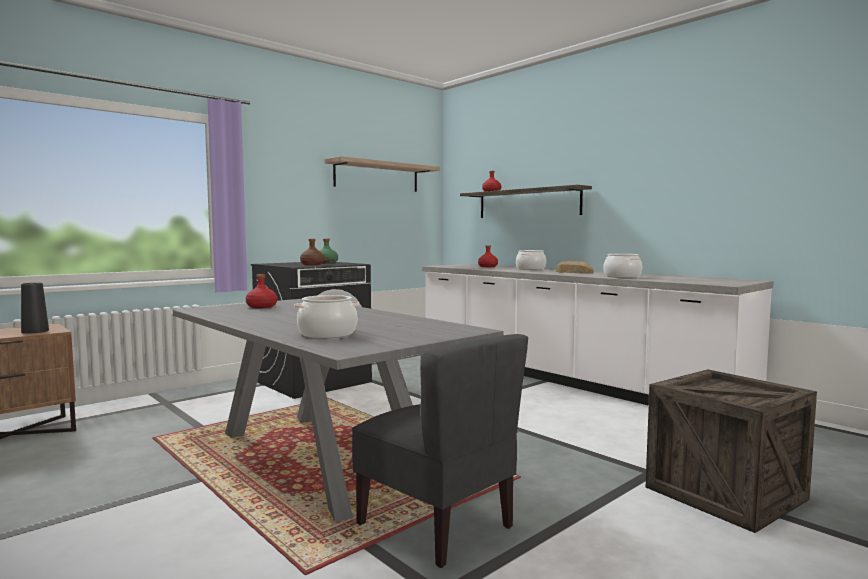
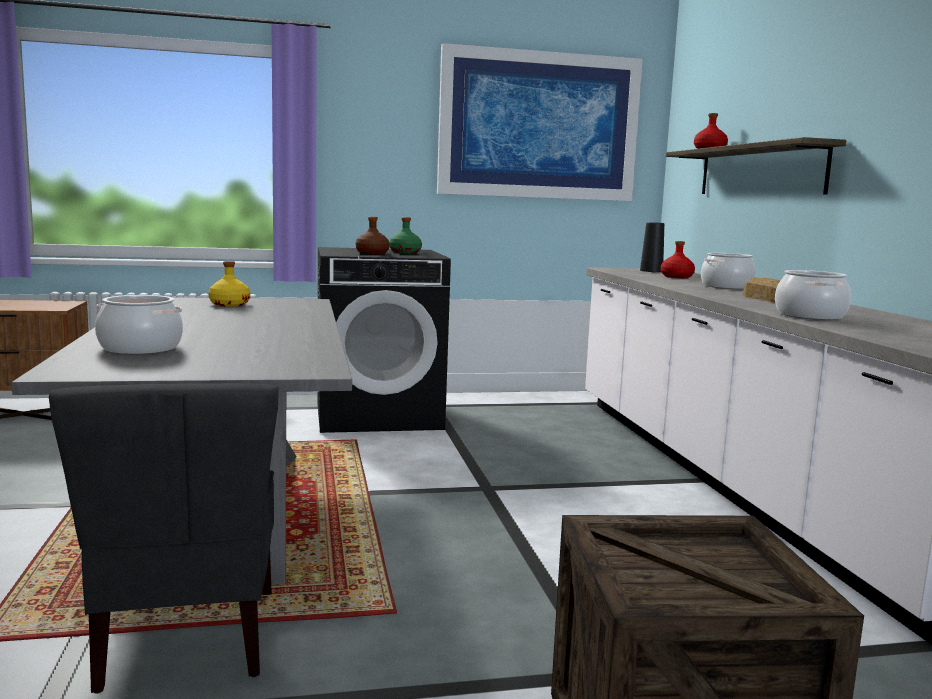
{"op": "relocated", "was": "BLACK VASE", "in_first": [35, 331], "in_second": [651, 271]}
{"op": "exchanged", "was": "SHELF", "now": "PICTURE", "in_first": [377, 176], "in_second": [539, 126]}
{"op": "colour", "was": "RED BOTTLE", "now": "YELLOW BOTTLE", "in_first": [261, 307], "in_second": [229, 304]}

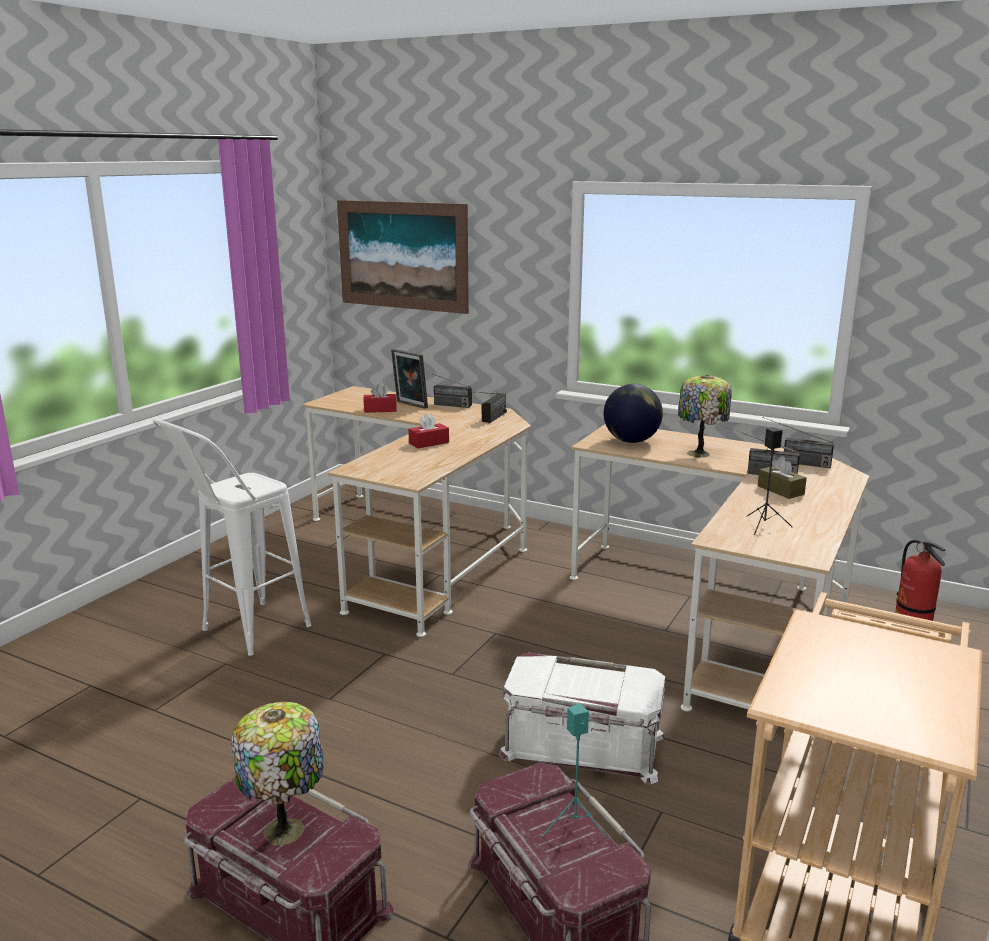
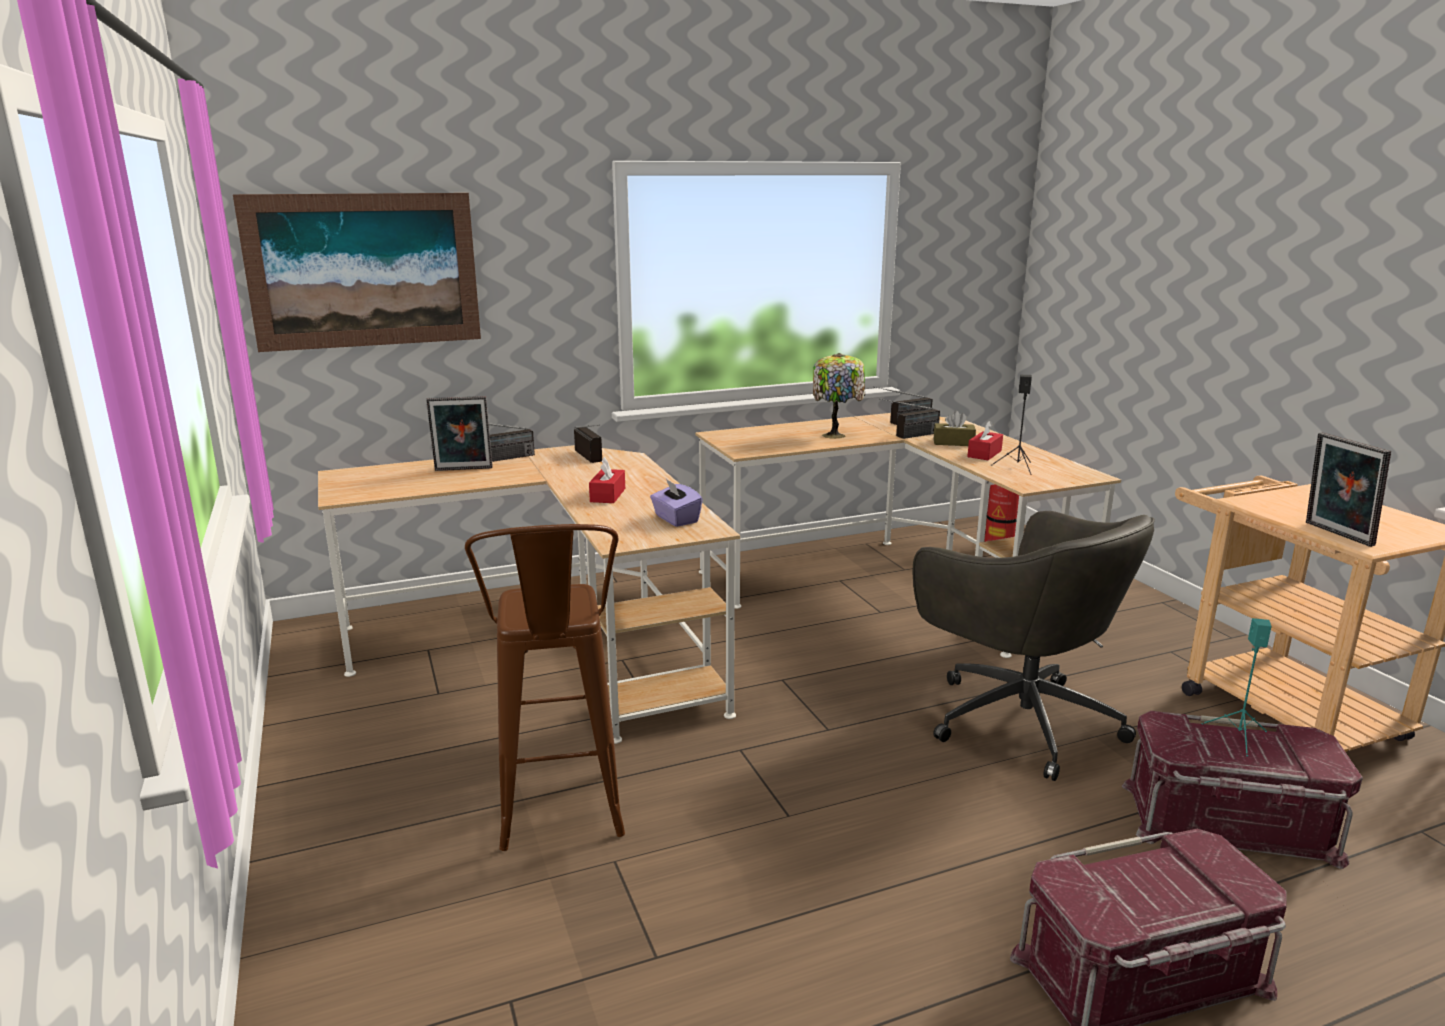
{"op": "missing", "was": "TABLE LAMP", "in_first": [286, 828]}
{"op": "missing", "was": "GLOBE", "in_first": [631, 441]}
{"op": "appeared", "now": "PURPLE TISSUE BOX", "in_second": [676, 519]}
{"op": "appeared", "now": "PICTURE FRAME", "in_second": [1335, 534]}
{"op": "relocated", "was": "RED TISSUE BOX", "in_first": [380, 410], "in_second": [984, 454]}
{"op": "exchanged", "was": "WHITE STORAGE BOX", "now": "GREY OFFICE CHAIR", "in_first": [582, 747], "in_second": [1018, 719]}
{"op": "colour", "was": "WHITE STOOL", "now": "BROWN STOOL", "in_first": [243, 634], "in_second": [562, 824]}

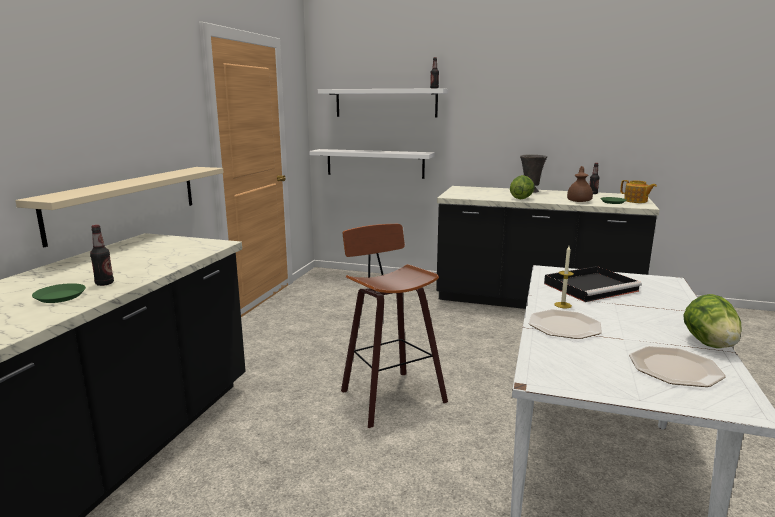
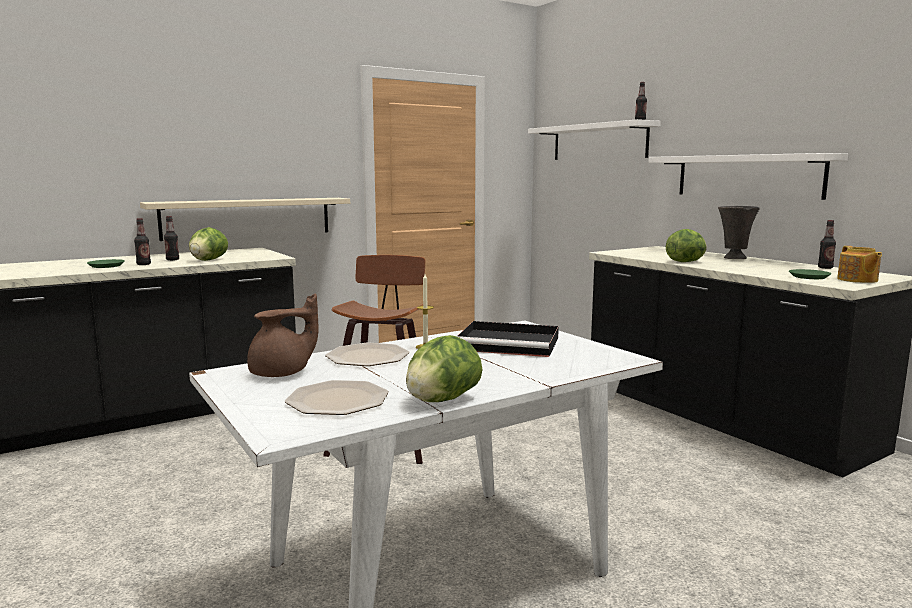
{"op": "appeared", "now": "BOTTLE", "in_second": [172, 260]}
{"op": "appeared", "now": "LETTUCE", "in_second": [208, 260]}
{"op": "relocated", "was": "WHITE SHELF", "in_first": [375, 163], "in_second": [747, 176]}
{"op": "relocated", "was": "BROWN TEAPOT", "in_first": [579, 201], "in_second": [282, 373]}

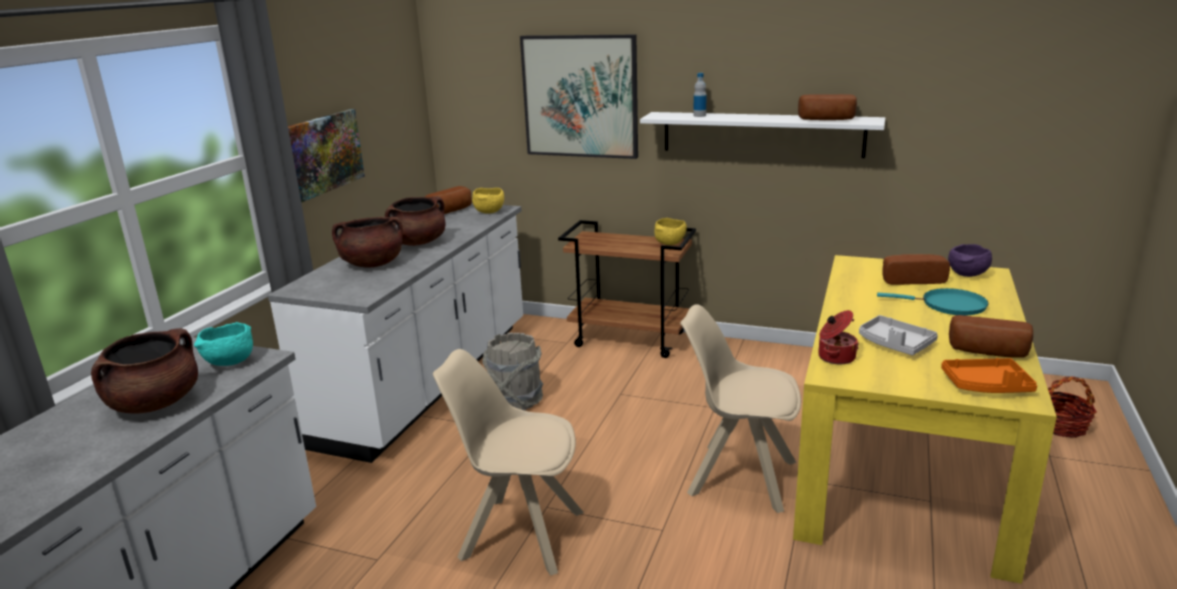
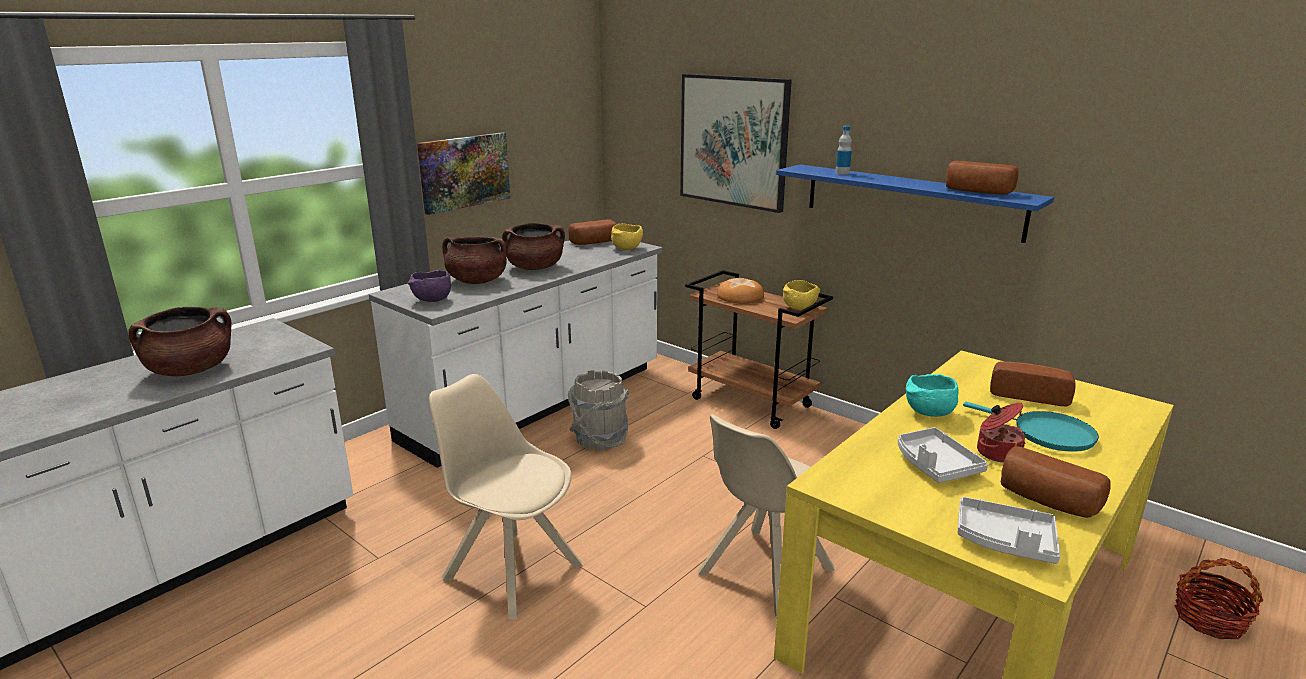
{"op": "appeared", "now": "BREAD", "in_second": [740, 296]}
{"op": "relocated", "was": "TURQUOISE BOWL", "in_first": [229, 363], "in_second": [928, 413]}
{"op": "relocated", "was": "COOKING POT", "in_first": [835, 357], "in_second": [997, 452]}
{"op": "relocated", "was": "PURPLE BOWL", "in_first": [967, 275], "in_second": [432, 300]}
{"op": "colour", "was": "WHITE SHELF", "now": "BLUE SHELF", "in_first": [761, 134], "in_second": [911, 201]}
{"op": "colour", "was": "ORANGE TRAY", "now": "GREY TRAY", "in_first": [986, 386], "in_second": [1005, 541]}
{"op": "spun", "was": "BEIGE CHAIR", "in_first": [739, 477], "in_second": [763, 573], "clockwise": -90}

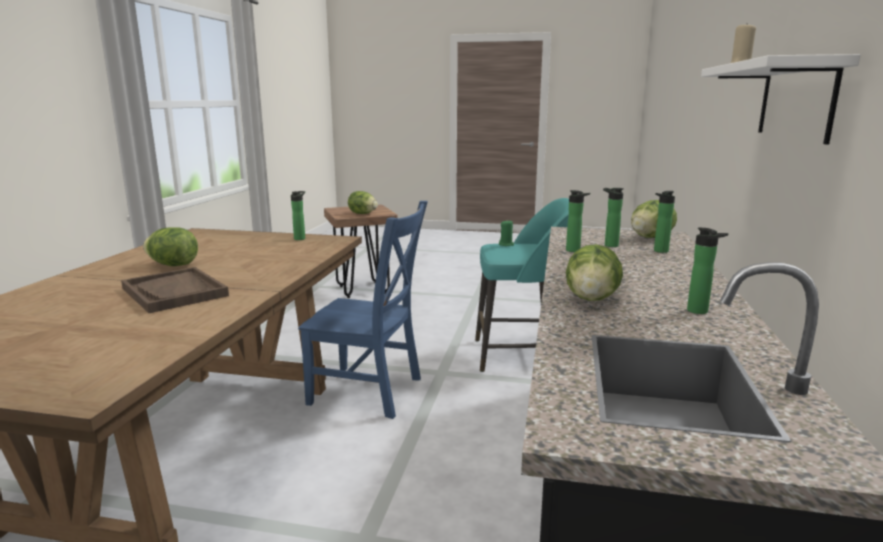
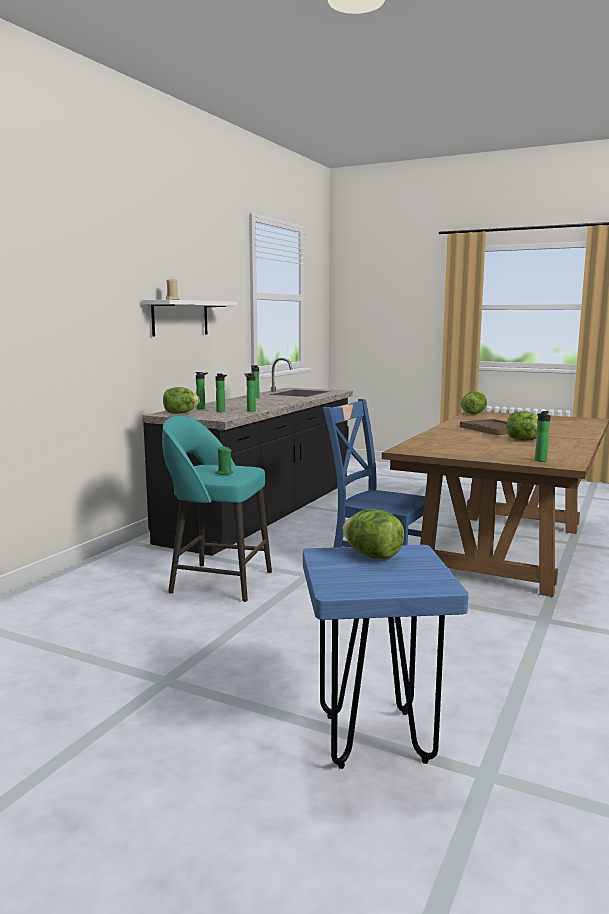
{"op": "relocated", "was": "BOTTLE", "in_first": [300, 238], "in_second": [540, 461]}
{"op": "relocated", "was": "LETTUCE", "in_first": [591, 299], "in_second": [474, 414]}
{"op": "colour", "was": "BROWN STOOL", "now": "BLUE STOOL", "in_first": [362, 290], "in_second": [374, 738]}

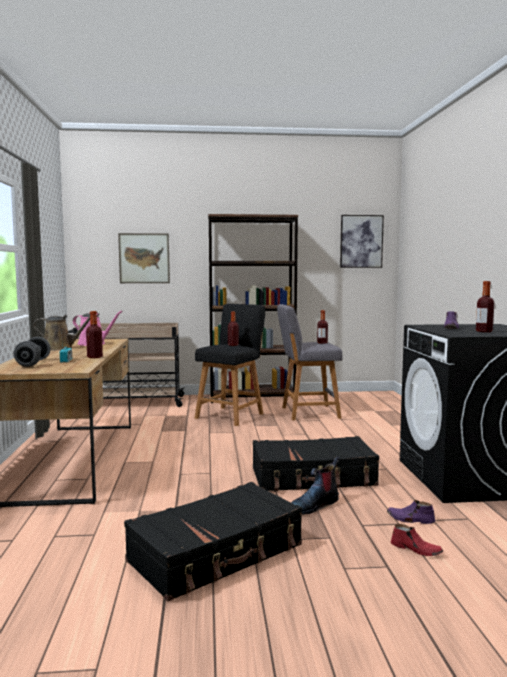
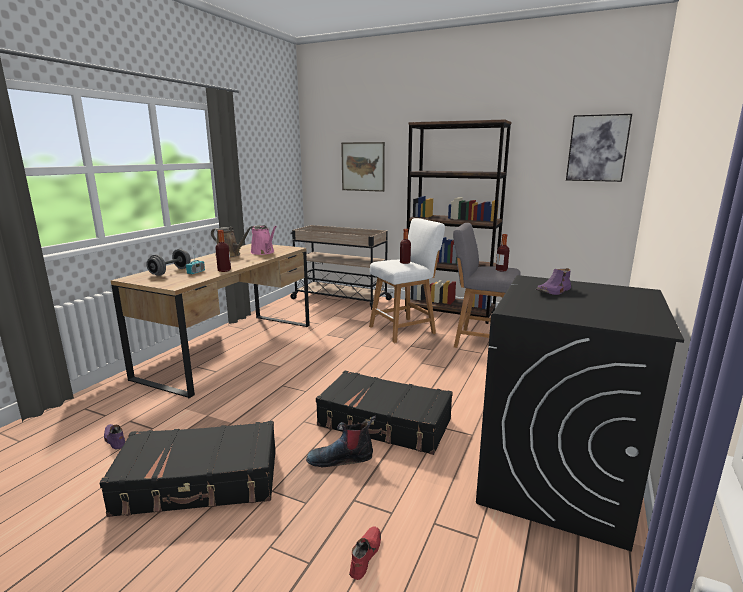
{"op": "missing", "was": "BOTTLE", "in_first": [484, 331]}
{"op": "relocated", "was": "PURPLE SHOE", "in_first": [410, 519], "in_second": [114, 440]}
{"op": "colour", "was": "BLACK STOOL", "now": "WHITE STOOL", "in_first": [231, 415], "in_second": [404, 329]}
{"op": "spun", "was": "RED SHOE", "in_first": [416, 549], "in_second": [364, 555], "clockwise": -135}

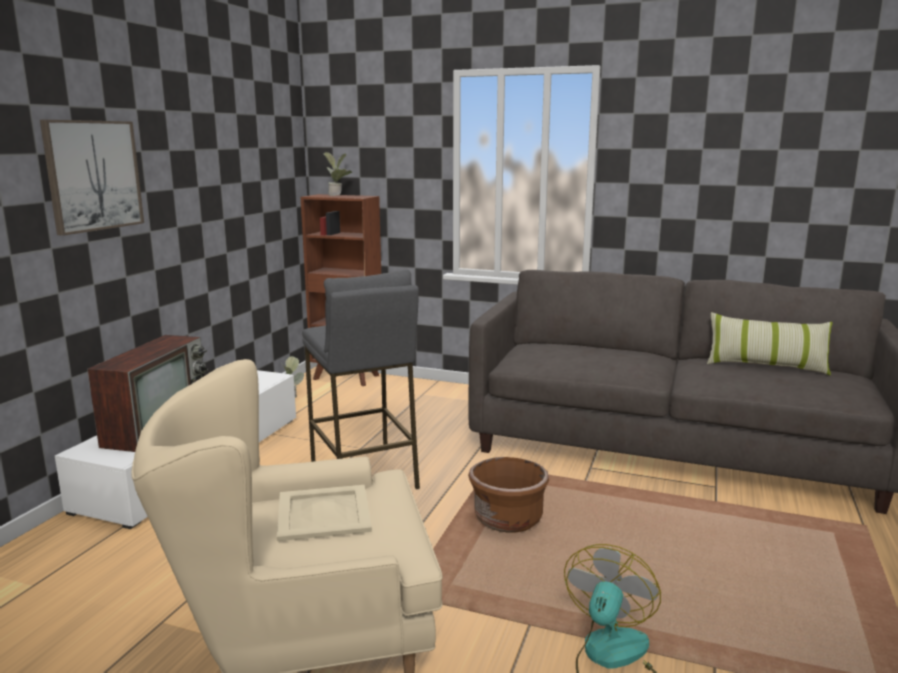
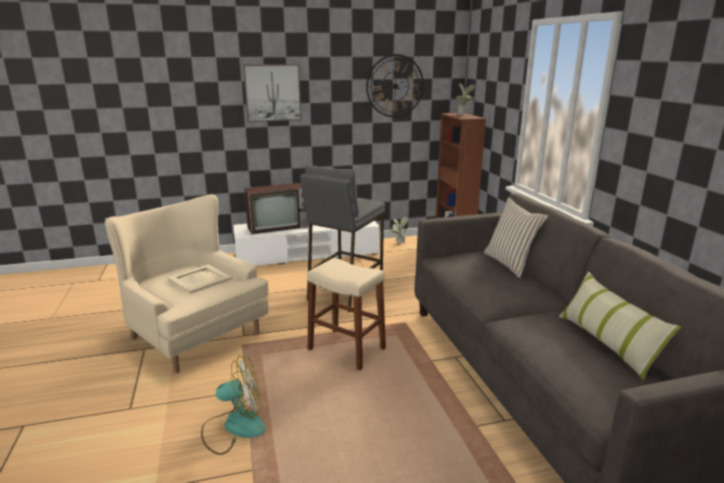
{"op": "appeared", "now": "WALL CLOCK", "in_second": [395, 86]}
{"op": "appeared", "now": "BEIGE PILLOW", "in_second": [510, 264]}
{"op": "exchanged", "was": "BROWN PLANTER", "now": "BEIGE STOOL", "in_first": [507, 519], "in_second": [346, 349]}

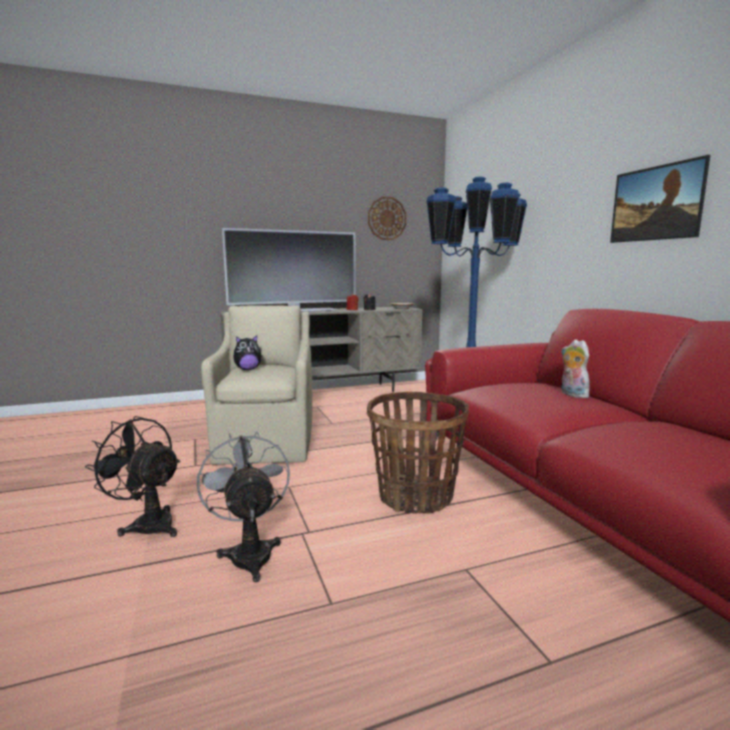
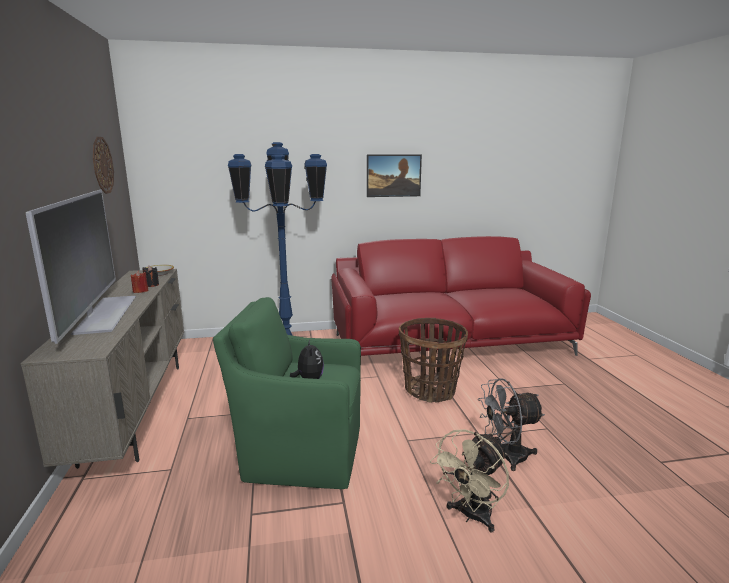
{"op": "missing", "was": "PLUSH TOY", "in_first": [572, 395]}
{"op": "colour", "was": "BLACK FAN", "now": "BEIGE FAN", "in_first": [147, 523], "in_second": [471, 516]}
{"op": "colour", "was": "BEIGE ARMCHAIR", "now": "GREEN ARMCHAIR", "in_first": [266, 444], "in_second": [300, 454]}

